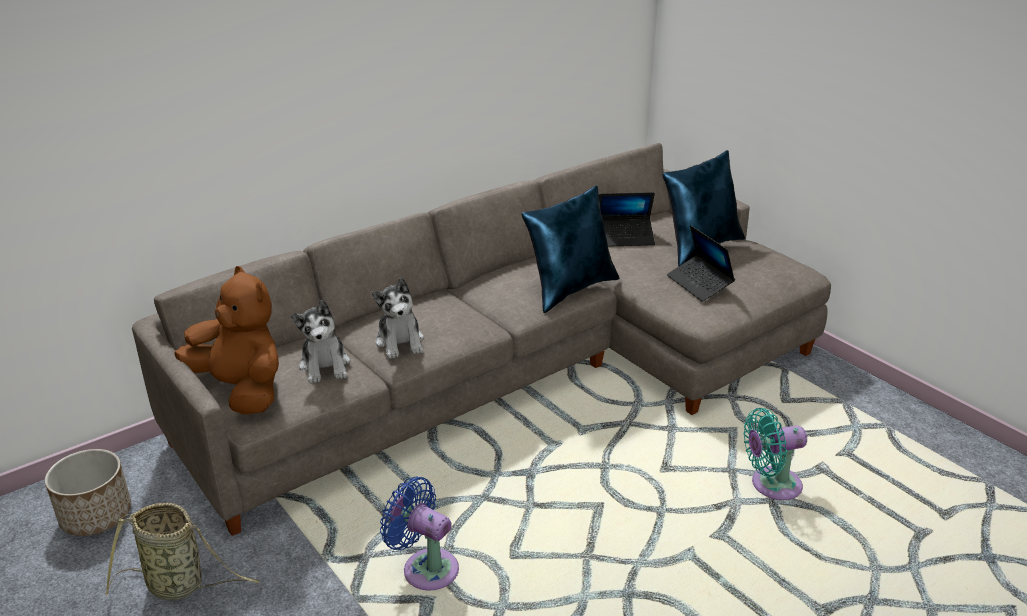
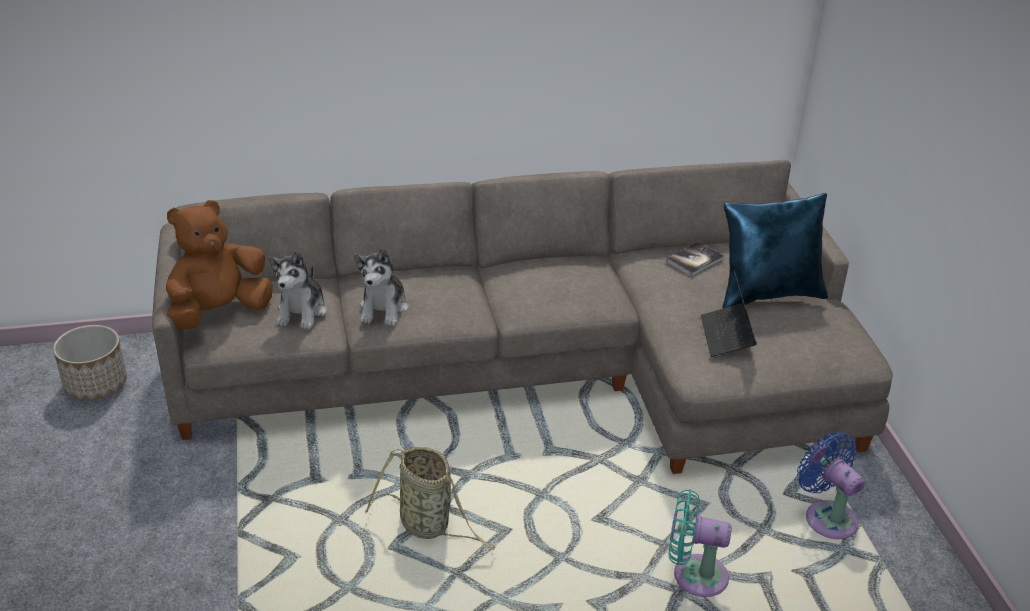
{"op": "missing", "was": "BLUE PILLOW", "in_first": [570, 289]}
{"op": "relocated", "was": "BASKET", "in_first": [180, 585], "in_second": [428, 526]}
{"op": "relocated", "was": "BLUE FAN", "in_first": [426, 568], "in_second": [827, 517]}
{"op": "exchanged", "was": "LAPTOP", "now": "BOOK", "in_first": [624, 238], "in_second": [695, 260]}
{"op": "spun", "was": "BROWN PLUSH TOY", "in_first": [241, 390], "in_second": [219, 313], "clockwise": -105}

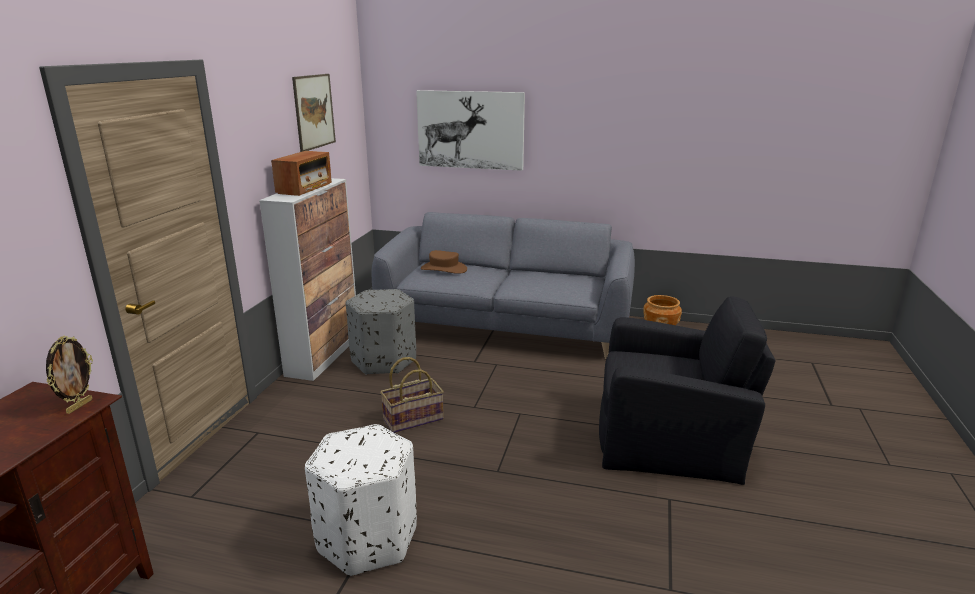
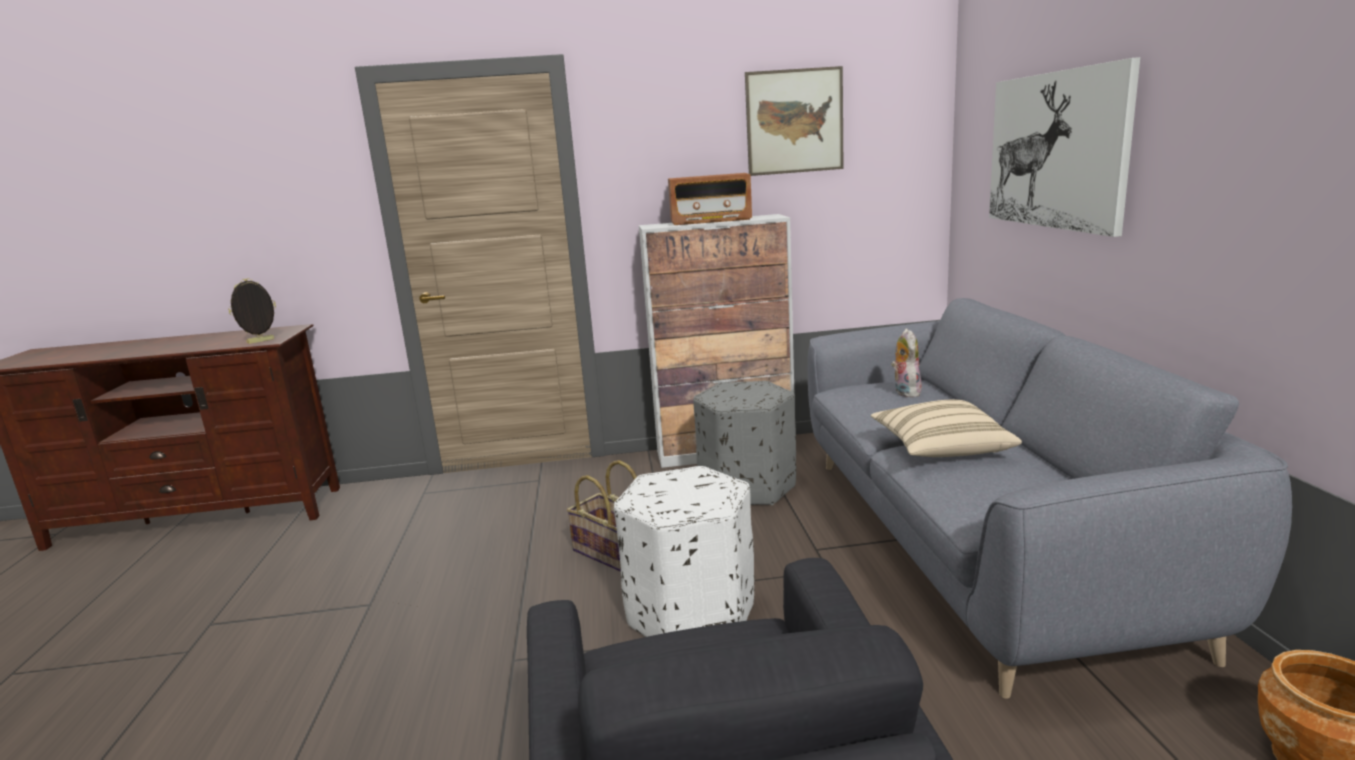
{"op": "appeared", "now": "BEIGE PILLOW", "in_second": [940, 449]}
{"op": "relocated", "was": "WHITE OTTOMAN", "in_first": [368, 538], "in_second": [691, 614]}
{"op": "exchanged", "was": "BROWN HAT", "now": "PLUSH TOY", "in_first": [444, 269], "in_second": [905, 392]}
{"op": "spun", "was": "PICTURE FRAME", "in_first": [79, 406], "in_second": [260, 341], "clockwise": 150}

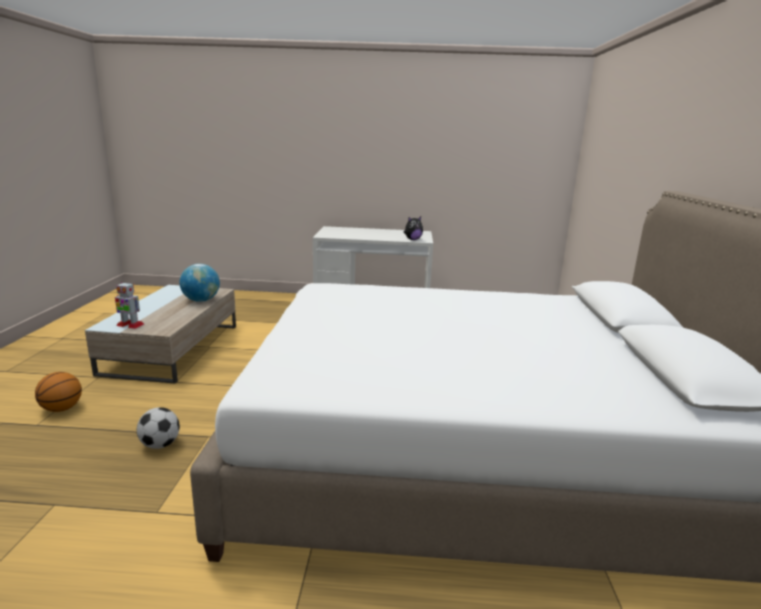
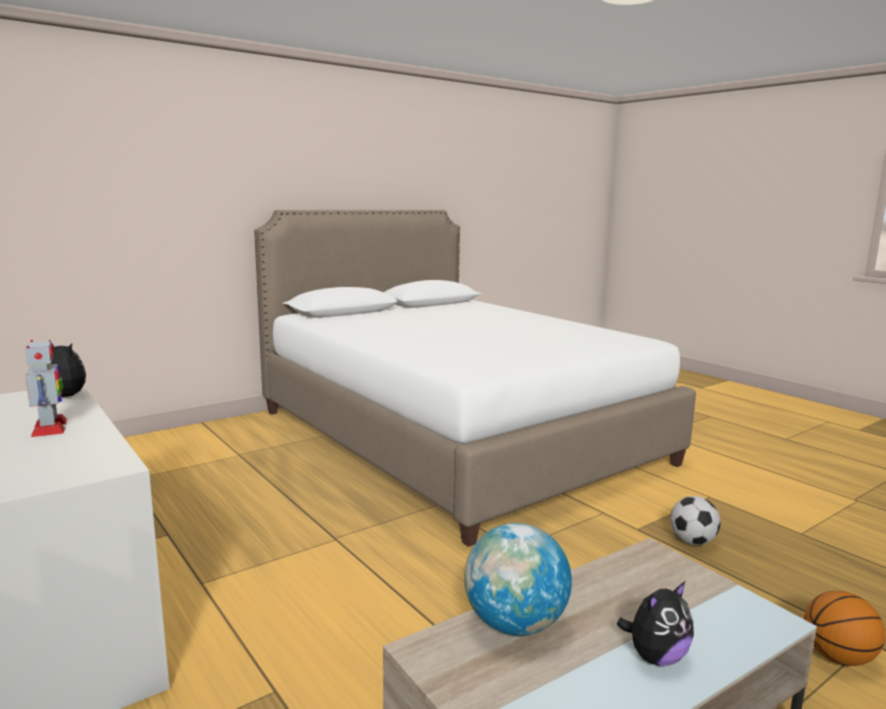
{"op": "appeared", "now": "PLUSH TOY", "in_second": [655, 657]}
{"op": "relocated", "was": "TOY ROBOT", "in_first": [130, 325], "in_second": [49, 428]}

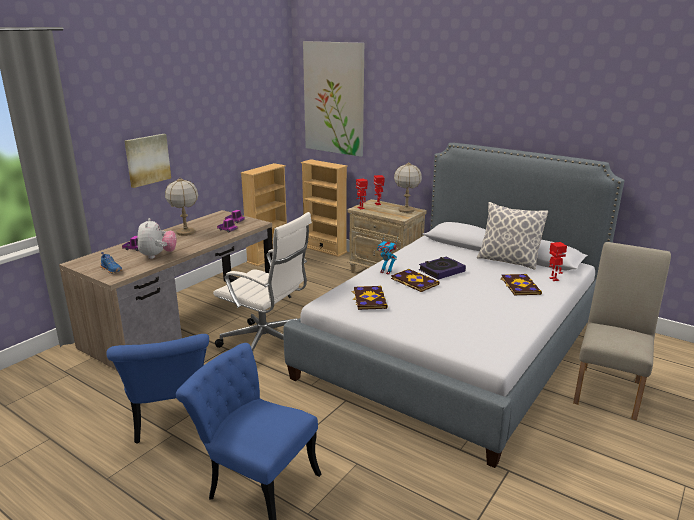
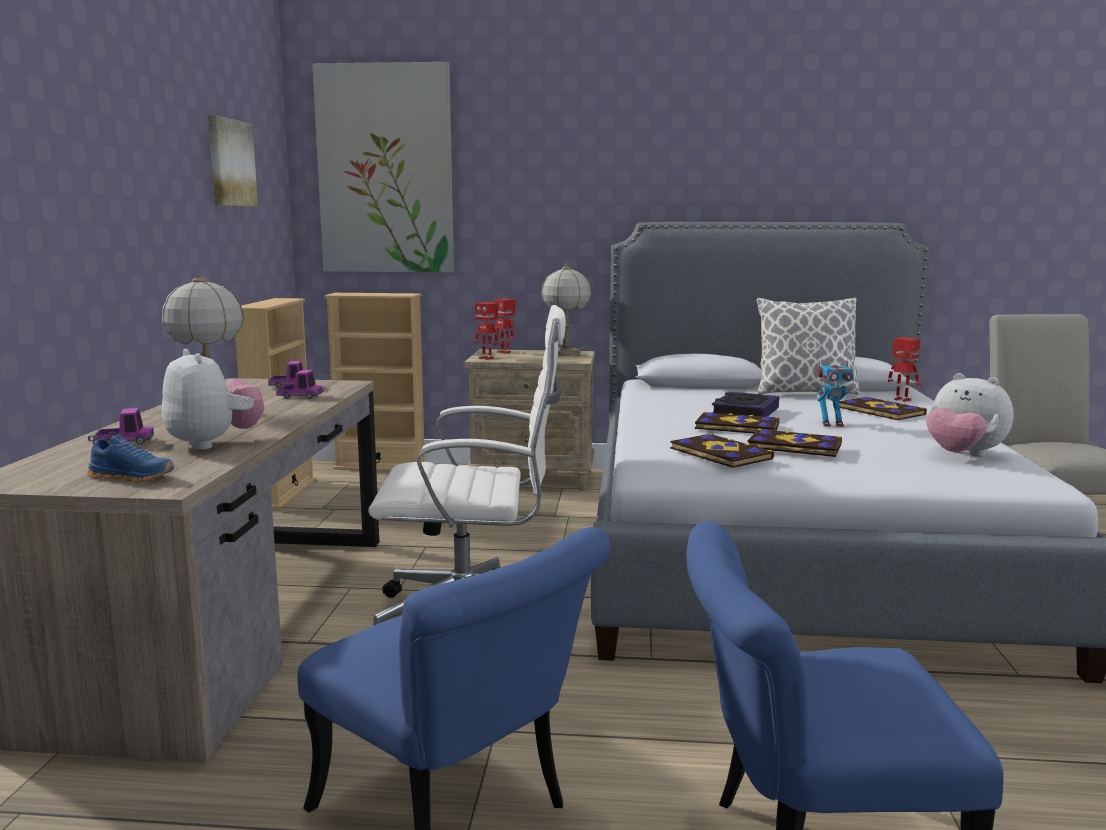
{"op": "appeared", "now": "BOOK", "in_second": [794, 446]}
{"op": "appeared", "now": "PLUSH TOY", "in_second": [963, 455]}
{"op": "relocated", "was": "PICTURE", "in_first": [147, 160], "in_second": [230, 163]}
{"op": "relocated", "was": "TOY ROBOT", "in_first": [386, 272], "in_second": [831, 424]}

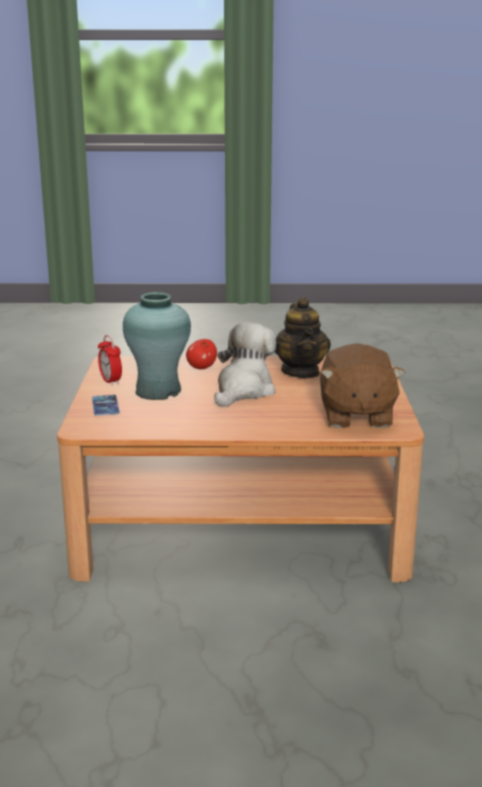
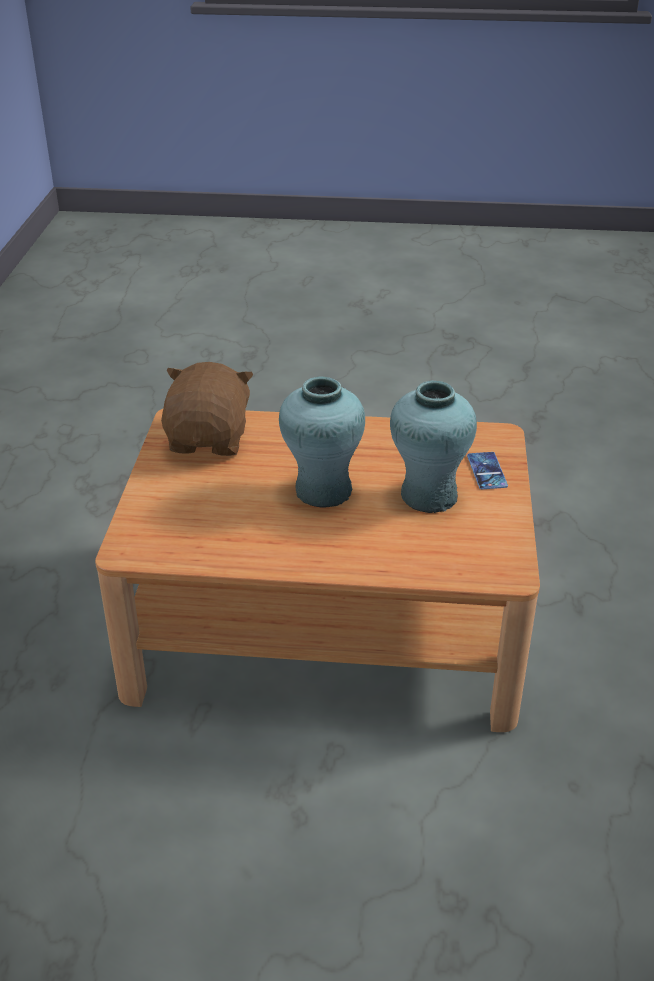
{"op": "missing", "was": "ALARM CLOCK", "in_first": [110, 381]}
{"op": "missing", "was": "APPLE", "in_first": [201, 368]}
{"op": "missing", "was": "TEAPOT", "in_first": [301, 372]}
{"op": "exchanged", "was": "PLUSH TOY", "now": "TURQUOISE VASE", "in_first": [243, 391], "in_second": [323, 491]}

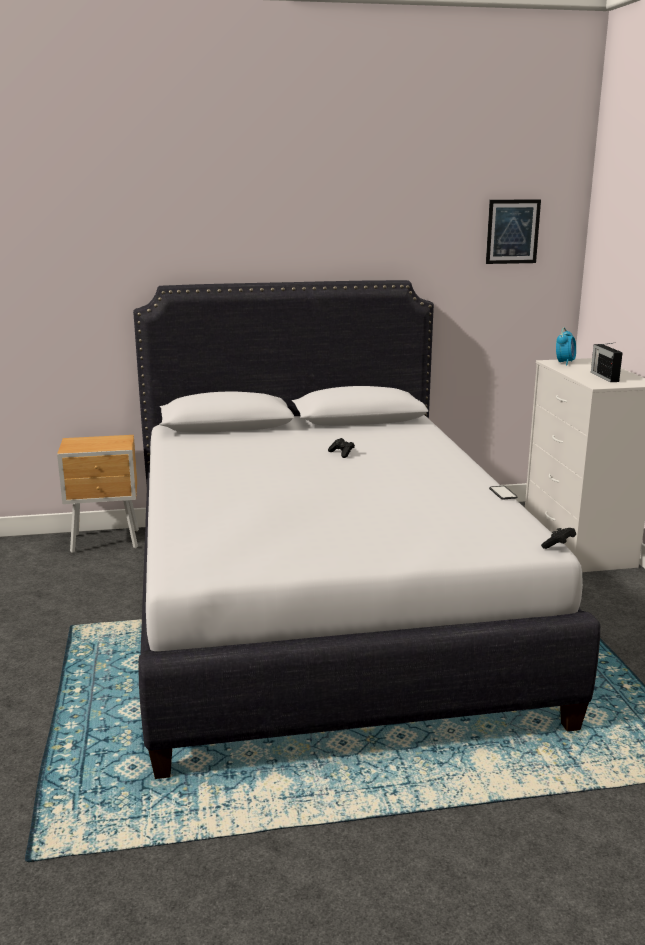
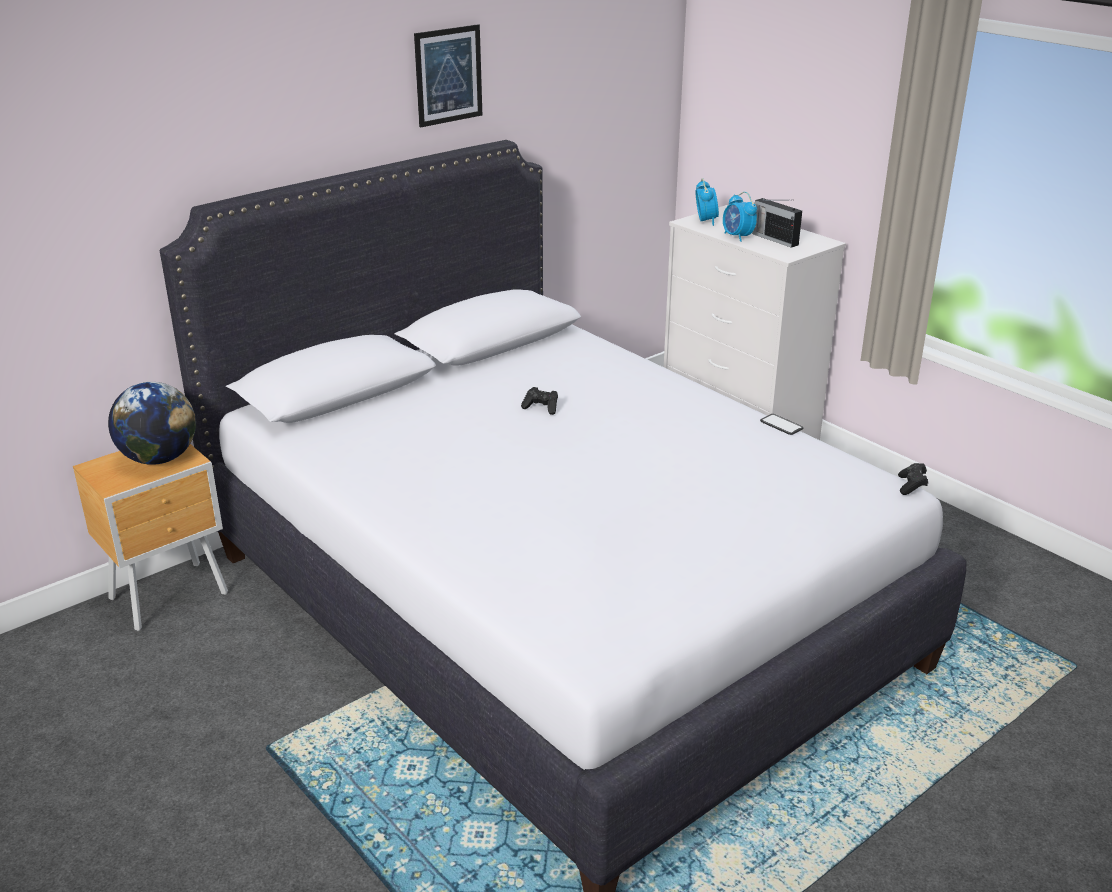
{"op": "appeared", "now": "GLOBE", "in_second": [159, 458]}
{"op": "appeared", "now": "ALARM CLOCK", "in_second": [737, 237]}
{"op": "relocated", "was": "PICTURE", "in_first": [512, 231], "in_second": [448, 75]}

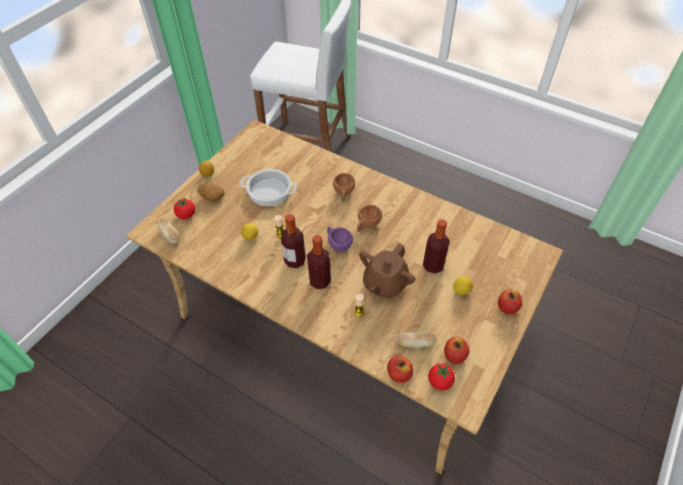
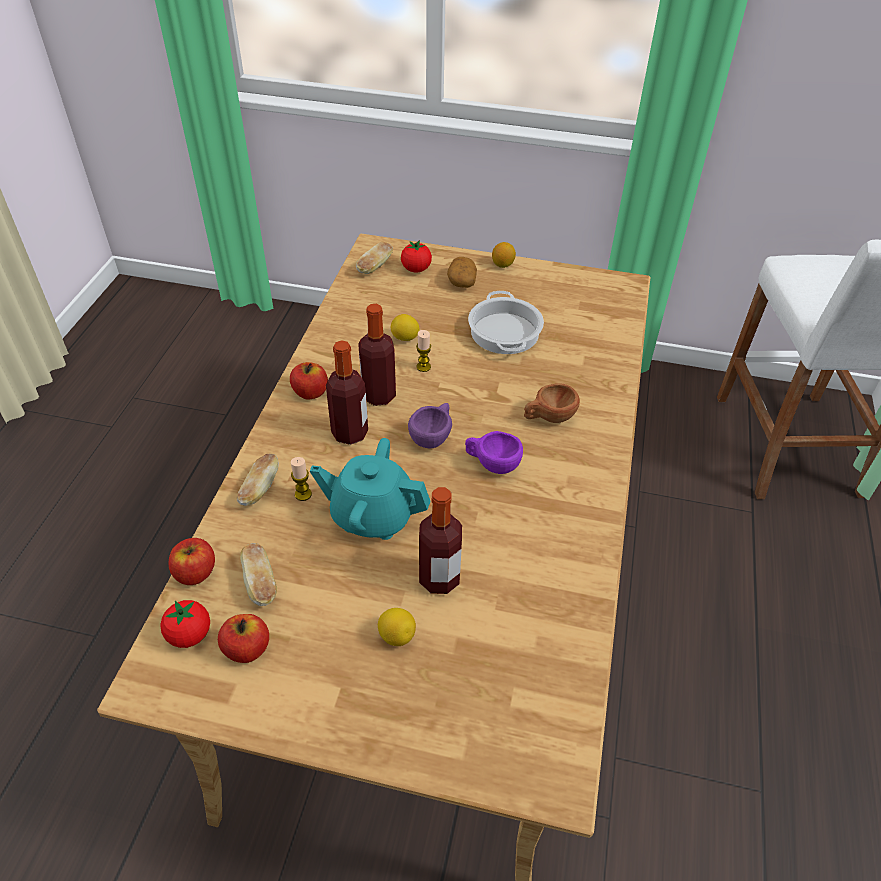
{"op": "appeared", "now": "BREAD", "in_second": [259, 488]}
{"op": "relocated", "was": "APPLE", "in_first": [507, 307], "in_second": [310, 392]}
{"op": "colour", "was": "BROWN CUP", "now": "PURPLE CUP", "in_first": [367, 225], "in_second": [492, 464]}
{"op": "colour", "was": "BROWN TEAPOT", "now": "TURQUOISE TEAPOT", "in_first": [385, 284], "in_second": [372, 515]}

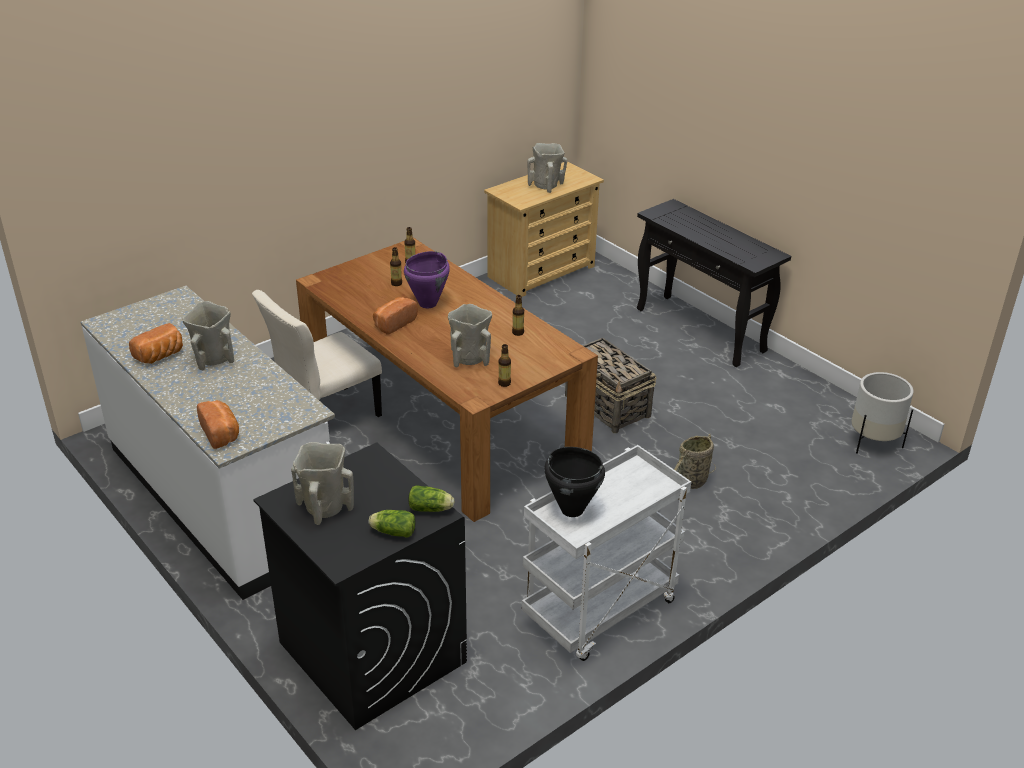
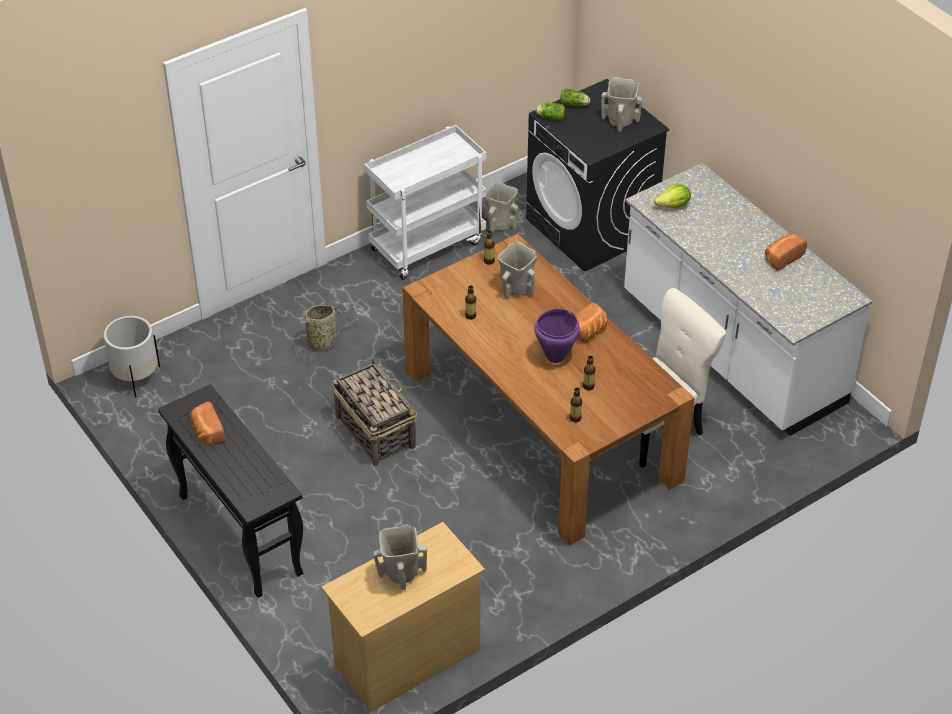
{"op": "missing", "was": "BLACK COOKING POT", "in_first": [572, 509]}
{"op": "appeared", "now": "LETTUCE", "in_second": [673, 206]}
{"op": "relocated", "was": "BEIGE VASE", "in_first": [213, 359], "in_second": [501, 223]}
{"op": "relocated", "was": "BREAD", "in_first": [221, 433], "in_second": [206, 433]}

